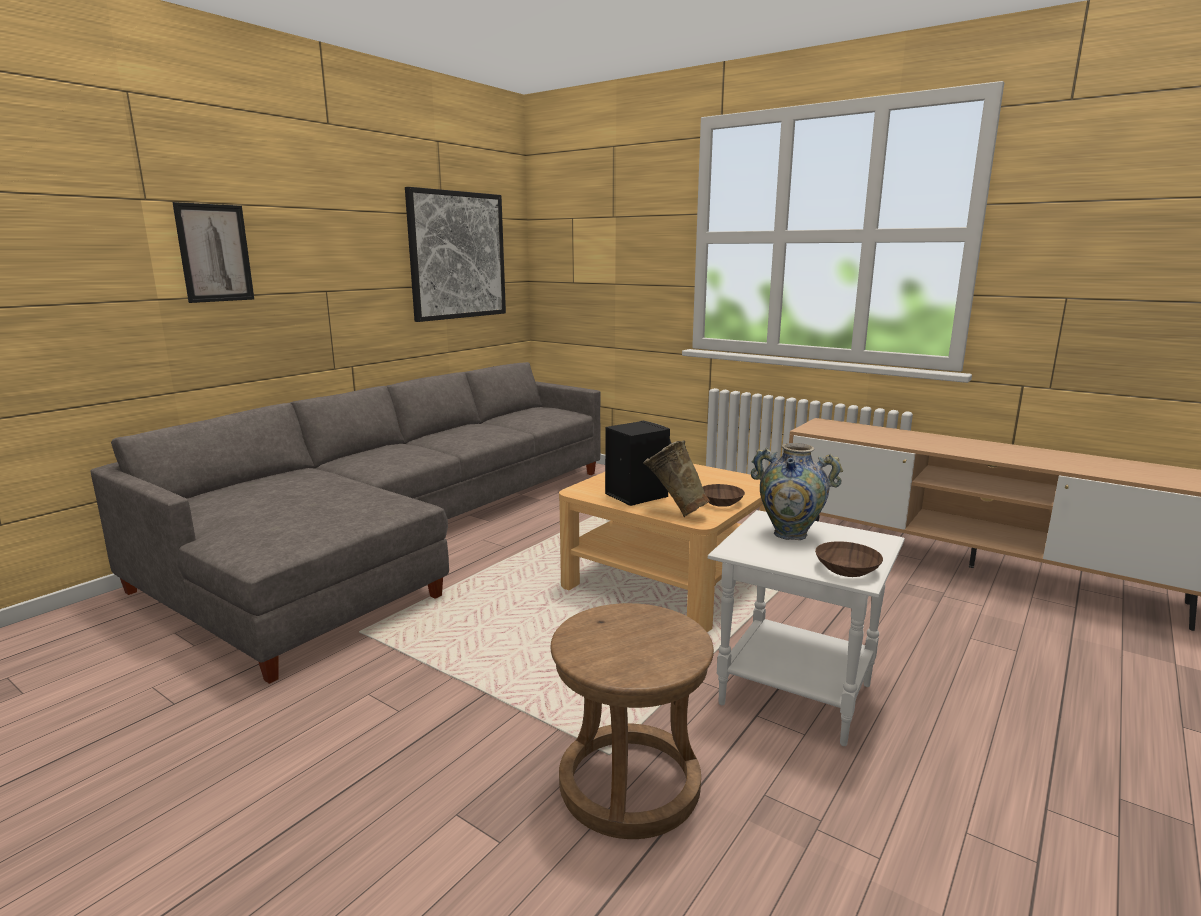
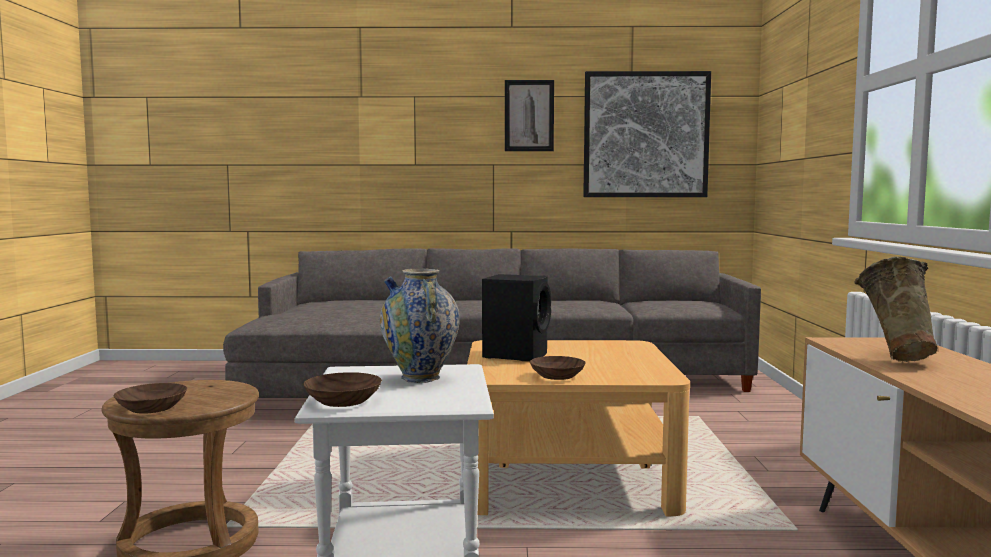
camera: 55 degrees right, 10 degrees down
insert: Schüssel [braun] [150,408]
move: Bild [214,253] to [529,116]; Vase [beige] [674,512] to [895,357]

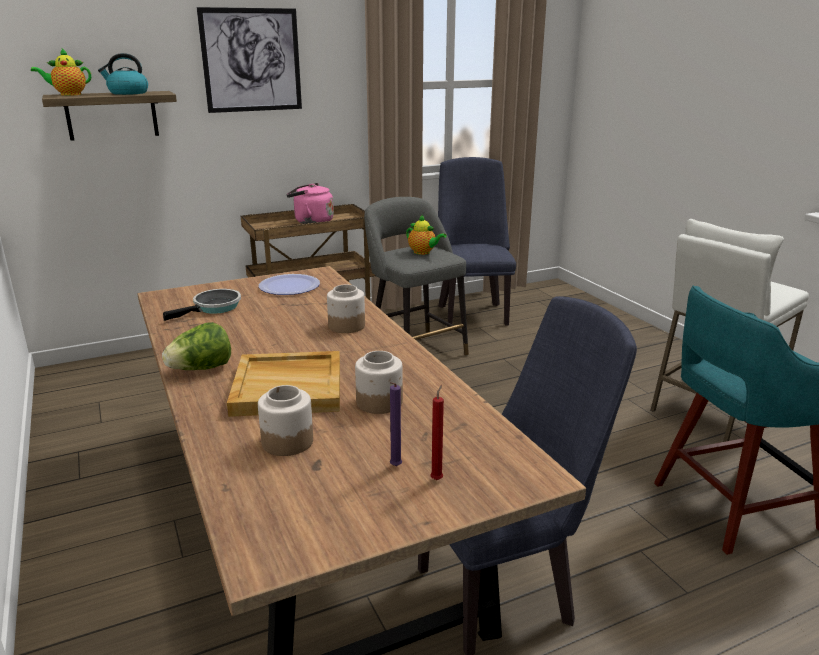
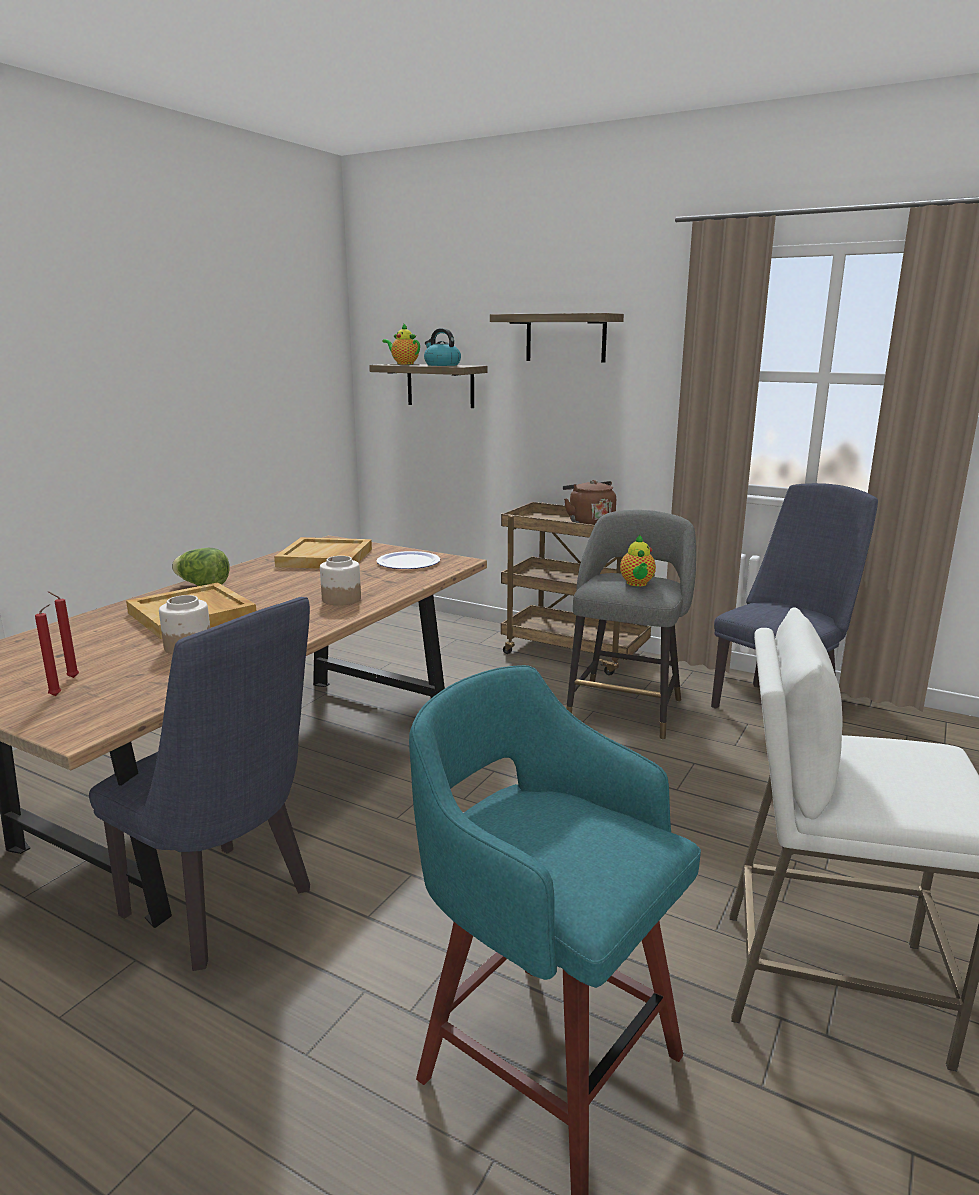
camera: 55 degrees right, 5 degrees down
delete: Vorratsglas [287,441]
replace: Pfanne [214,308] to Tablett [beige] [325,558]; Bild [251,60] to Wandregal [565,338]
recolor: Kerze [lila] [394,467] to Kerze [rot] [71,678]; Wasserkessel [rosa] [311,222] to Wasserkessel [braun] [589,523]

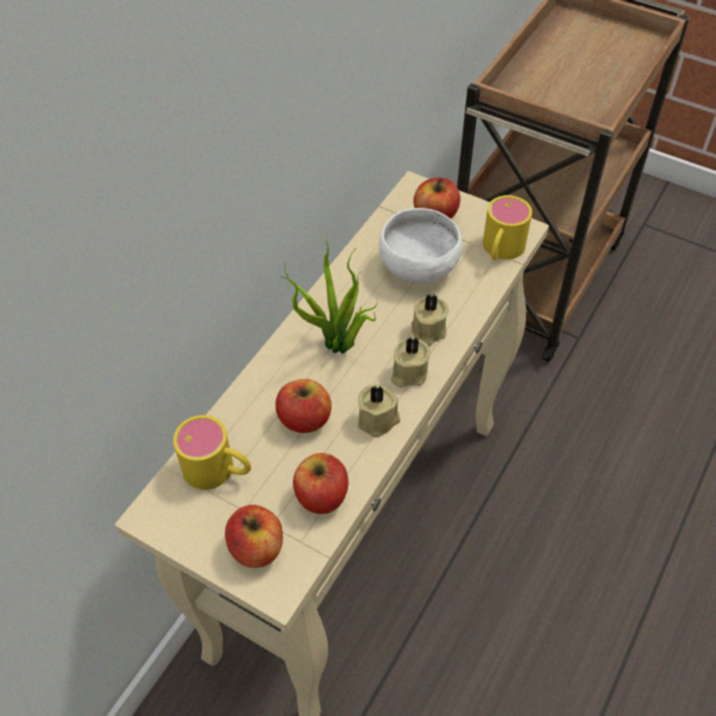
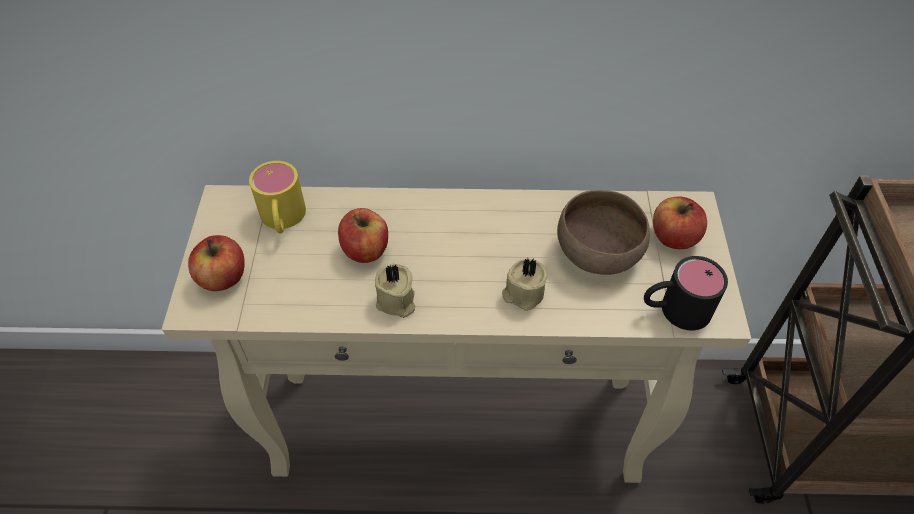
camera: 60 degrees right, 0 degrees up
delete: Topfpflanze [338,347]; Apfel [321,496]; Kerze [beige] [408,373]
recolor: Schüssel [weiß] [419,265] to Schüssel [braun] [599,252]; Henkelbecher [gelb] [500,251] to Henkelbecher [schwarz] [674,309]

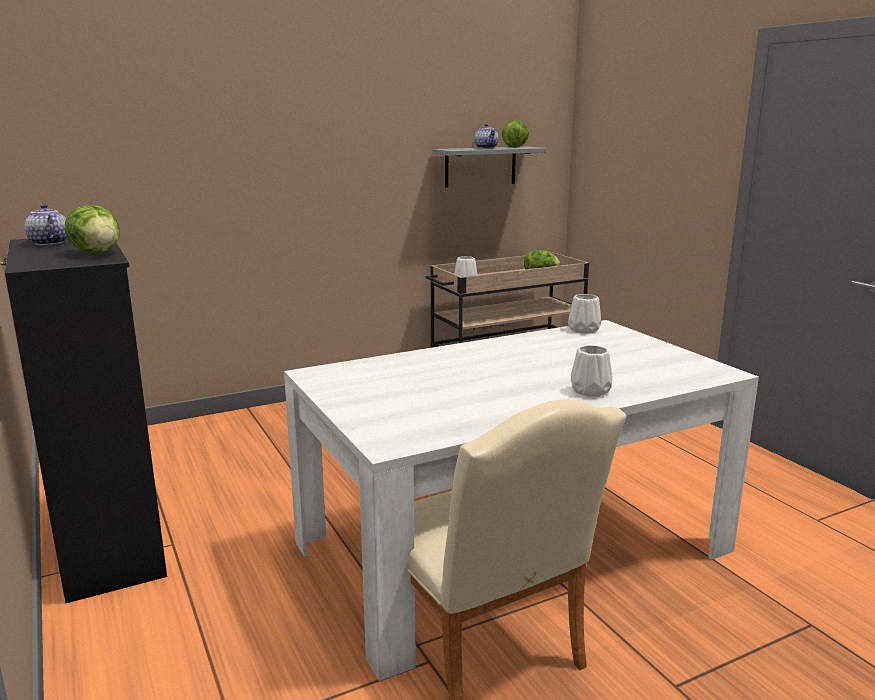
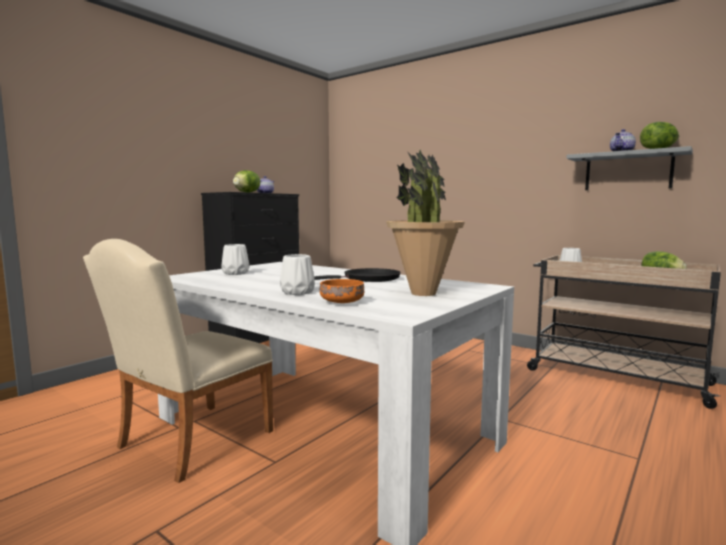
camera: 65 degrees right, 10 degrees down
insert: Pfanne [schwarz] [368,279]; Schüssel [orange] [343,302]; Topfpflanze [423,293]
move: Vase [weiß] [583,330] to [235,273]

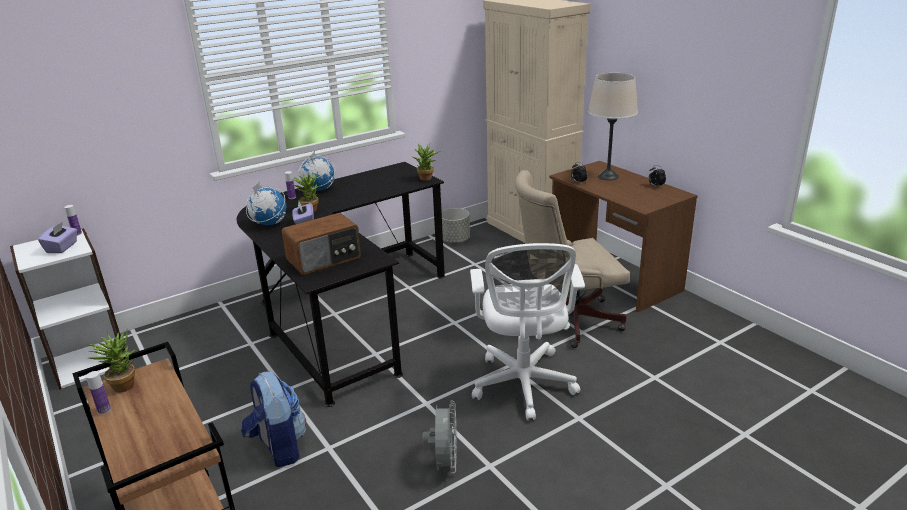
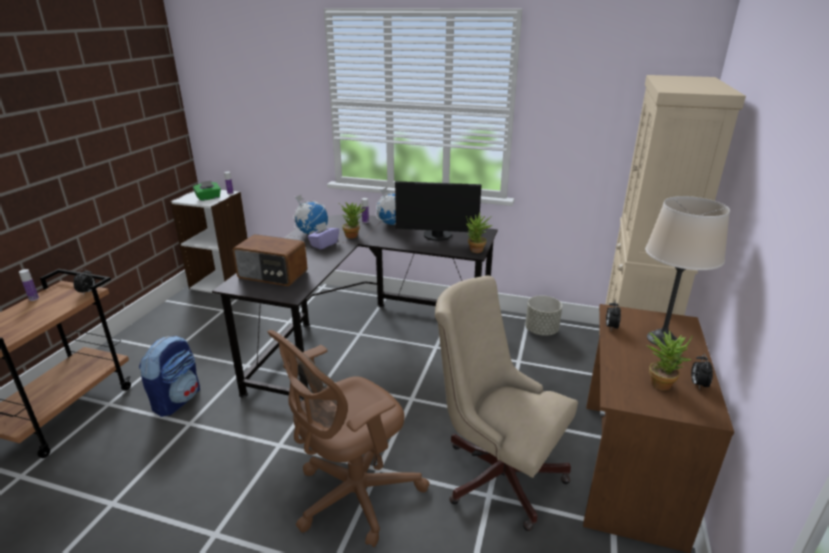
camera: 50 degrees right, 0 degrees up
delete: Ventilator [grau] [445,464]
insert: Wecker [87,292]; Monitor [437,236]
move: Topfpflanze [123,384] to [660,382]
recolor: Taschentuchbox [lila] [62,247] to Taschentuchbox [grün] [208,198]; Bürostuhl [weiß] [524,386] to Bürostuhl [braun] [352,497]

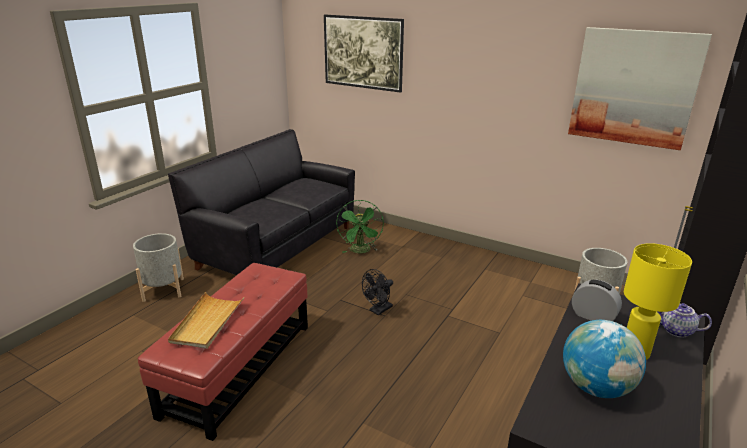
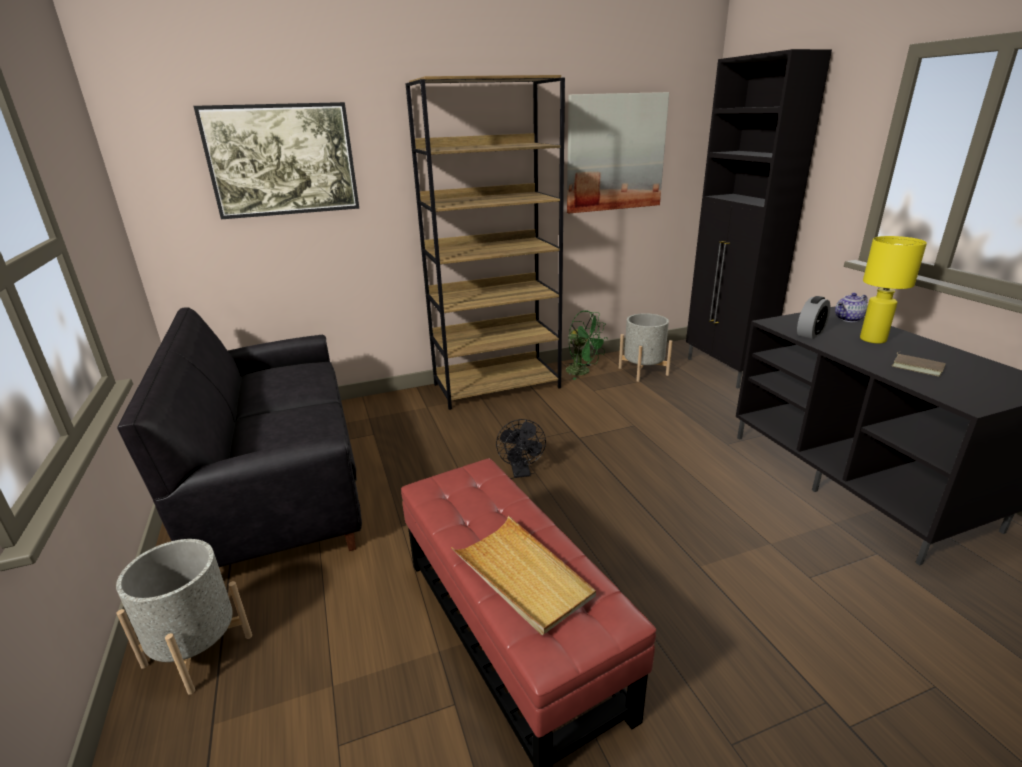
camera: 50 degrees left, 0 degrees up
insert: Bücherregal [braun] [497,386]
move: Ventilator [grün] [361,251] to [583,372]
replace: Globus [596,387] to Buch [braun] [918,367]
rotate: Wecker [593,316] = [810,333] 150 degrees clockwise

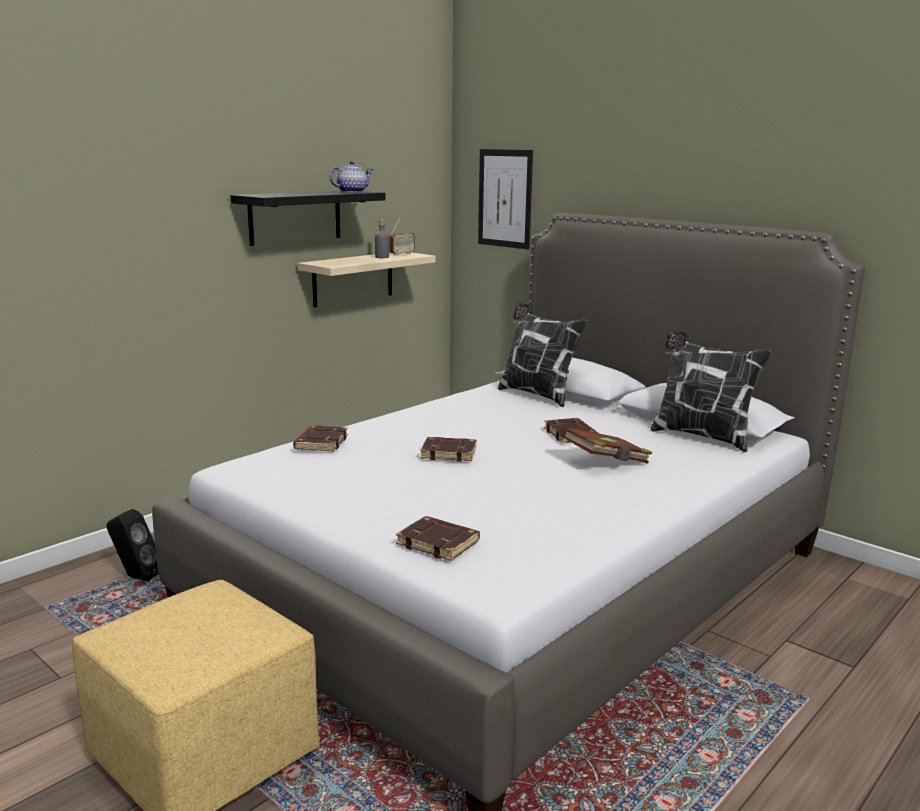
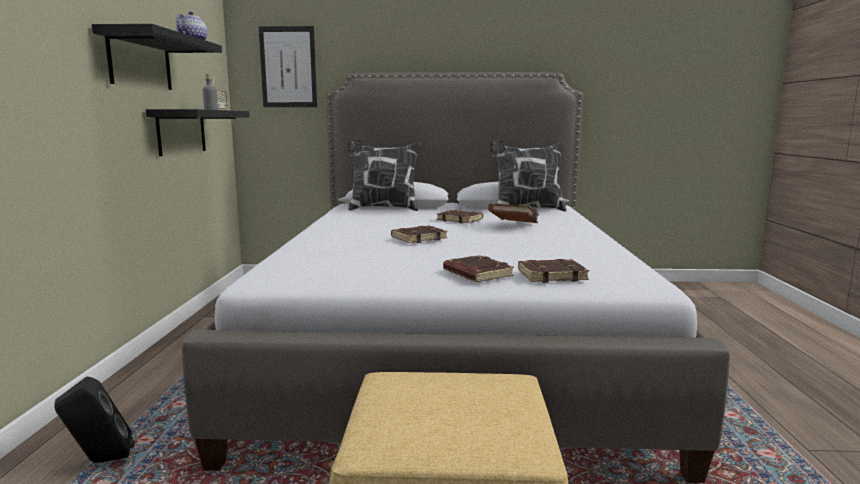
camera: 40 degrees left, 5 degrees down
move: Buch [braun] [320,443] to [476,274]
recolor: Wandregal [beige] [353,278] to Wandregal [schwarz] [181,132]

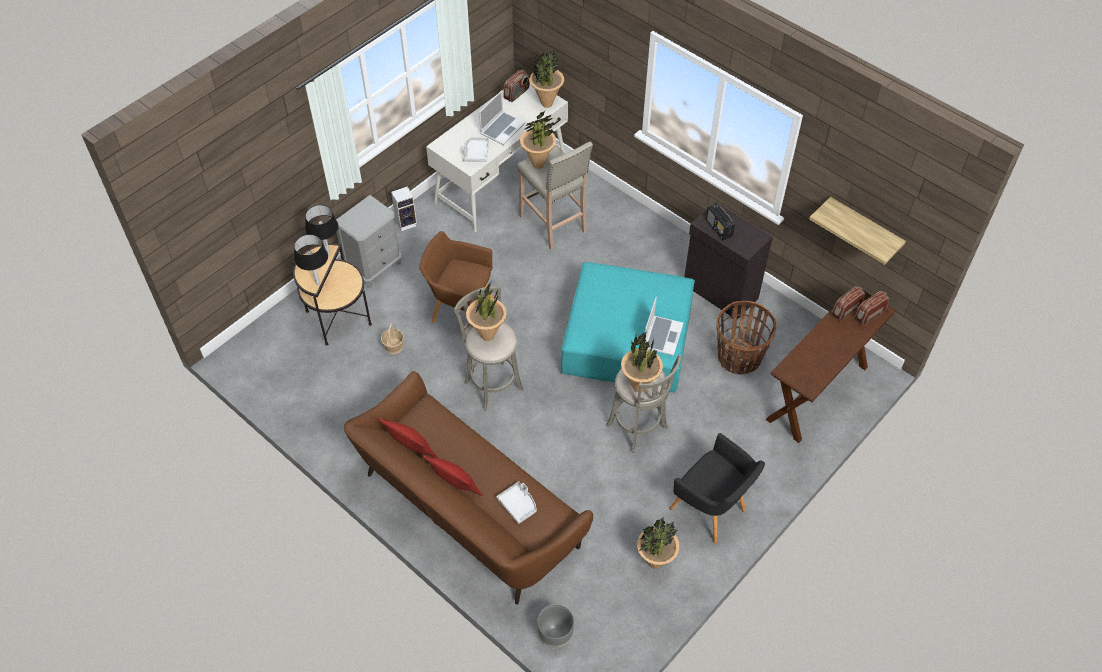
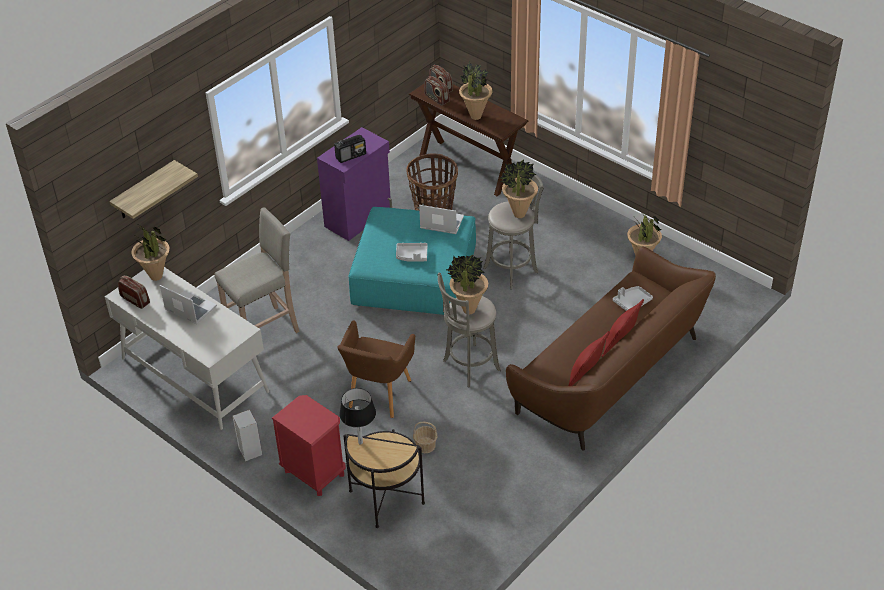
camera: 90 degrees left, 10 degrees down
delete: Tischlampe [schwarz] [317,283]; Pflanzkübel [grau] [555,635]; Sessel [schwarz] [710,512]
move: Wandregal [864,228] to [144,191]; Tablett [grau] [476,153] to [412,256]; Topfpflanze [538,164] to [475,116]
recolor: Nachttisch [grau] [374,266] to Nachttisch [rot] [313,473]; Schrank [schwarz] [720,292] to Schrank [lila] [359,218]

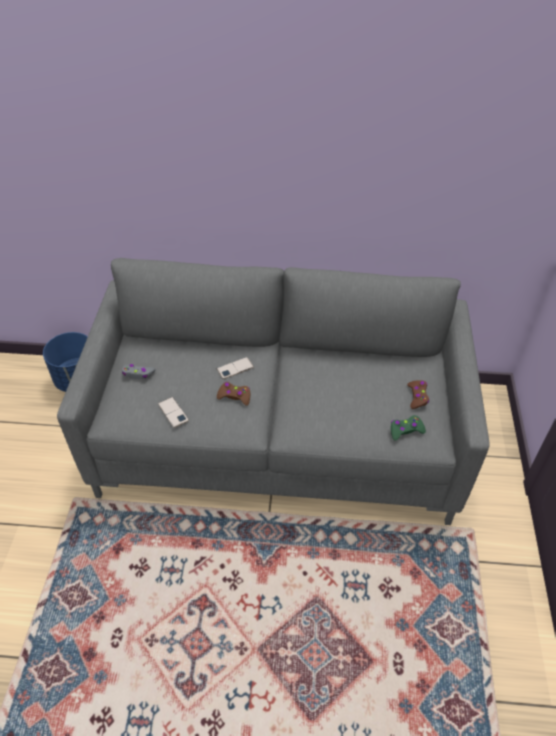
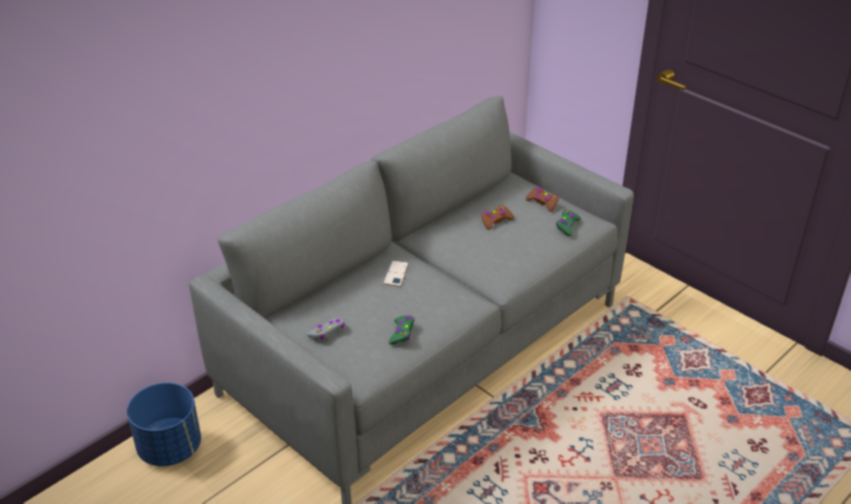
camera: 50 degrees left, 10 degrees down
move: Gamepad [braun] [234,396] to [496,221]
replace: Handy [173,412] to Gamepad [grün] [402,333]

